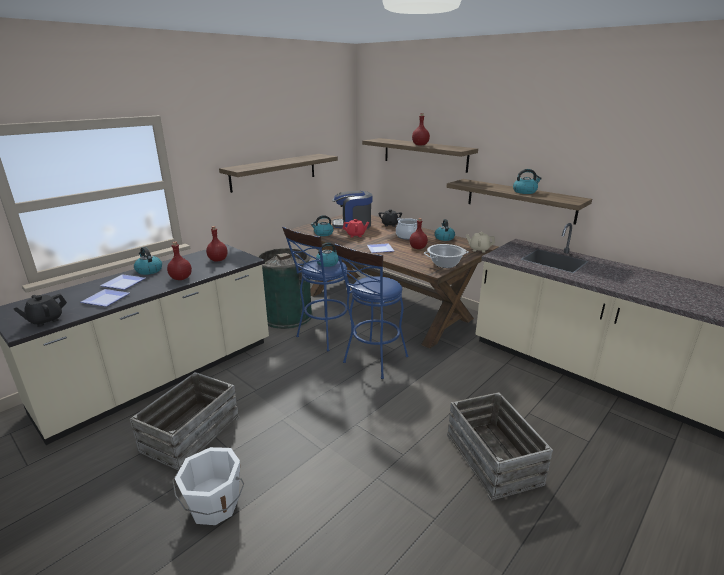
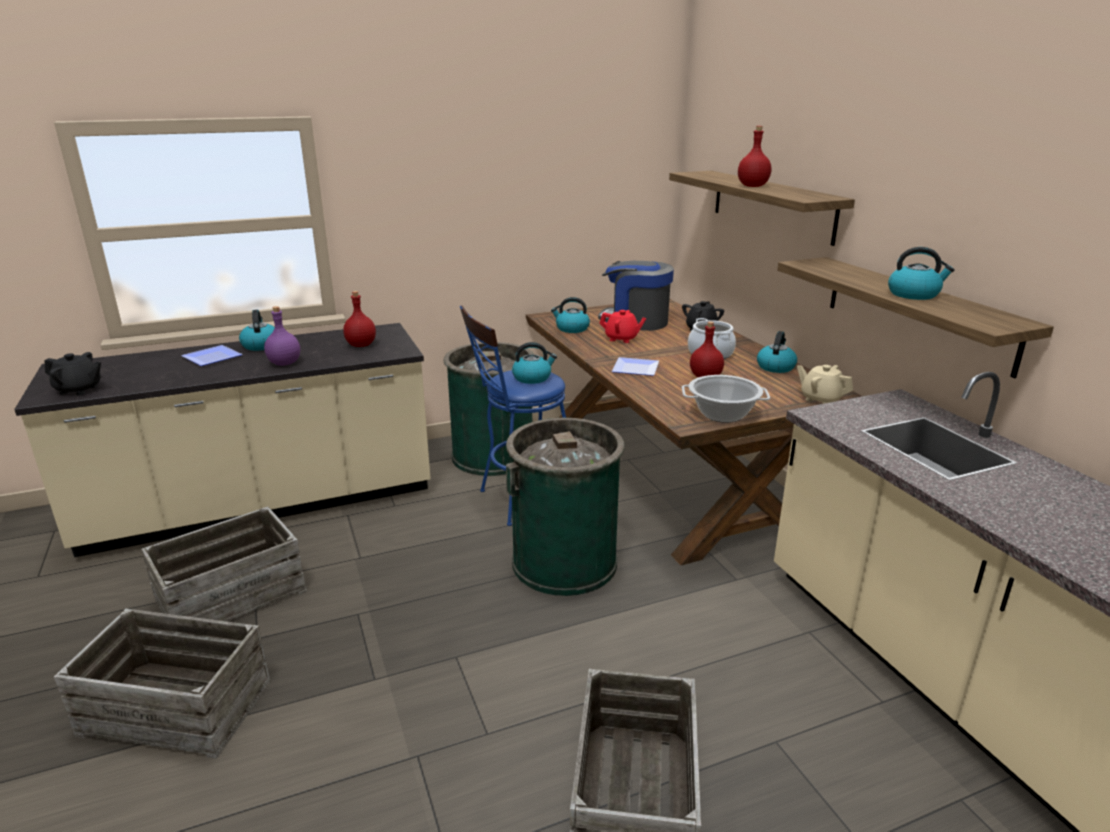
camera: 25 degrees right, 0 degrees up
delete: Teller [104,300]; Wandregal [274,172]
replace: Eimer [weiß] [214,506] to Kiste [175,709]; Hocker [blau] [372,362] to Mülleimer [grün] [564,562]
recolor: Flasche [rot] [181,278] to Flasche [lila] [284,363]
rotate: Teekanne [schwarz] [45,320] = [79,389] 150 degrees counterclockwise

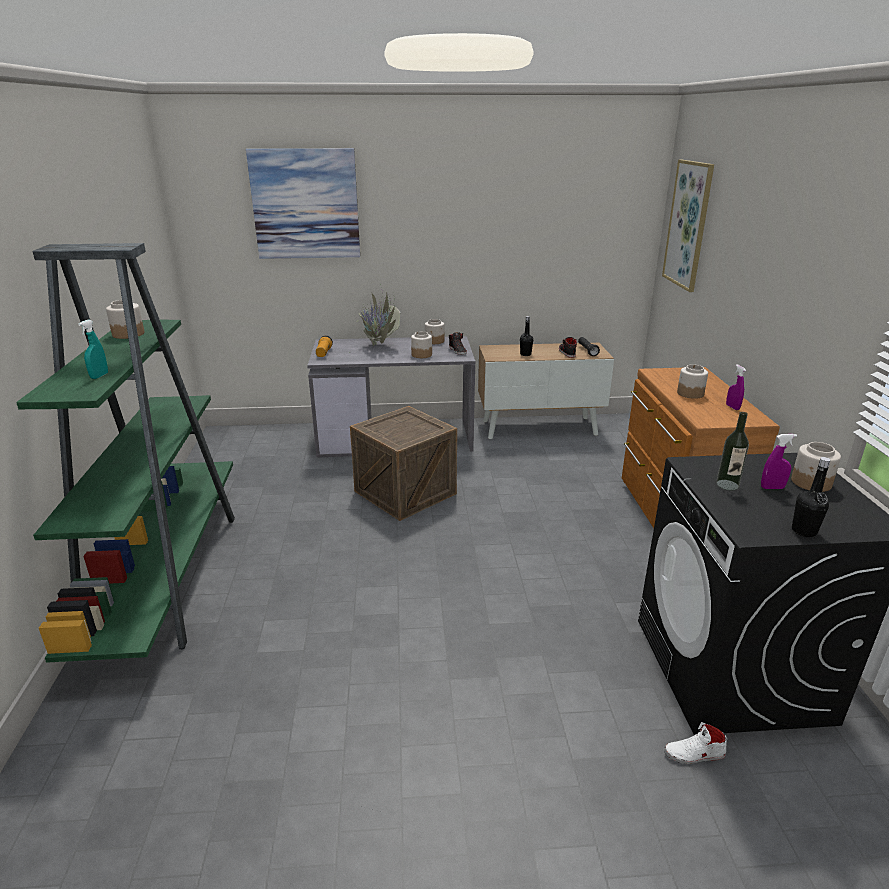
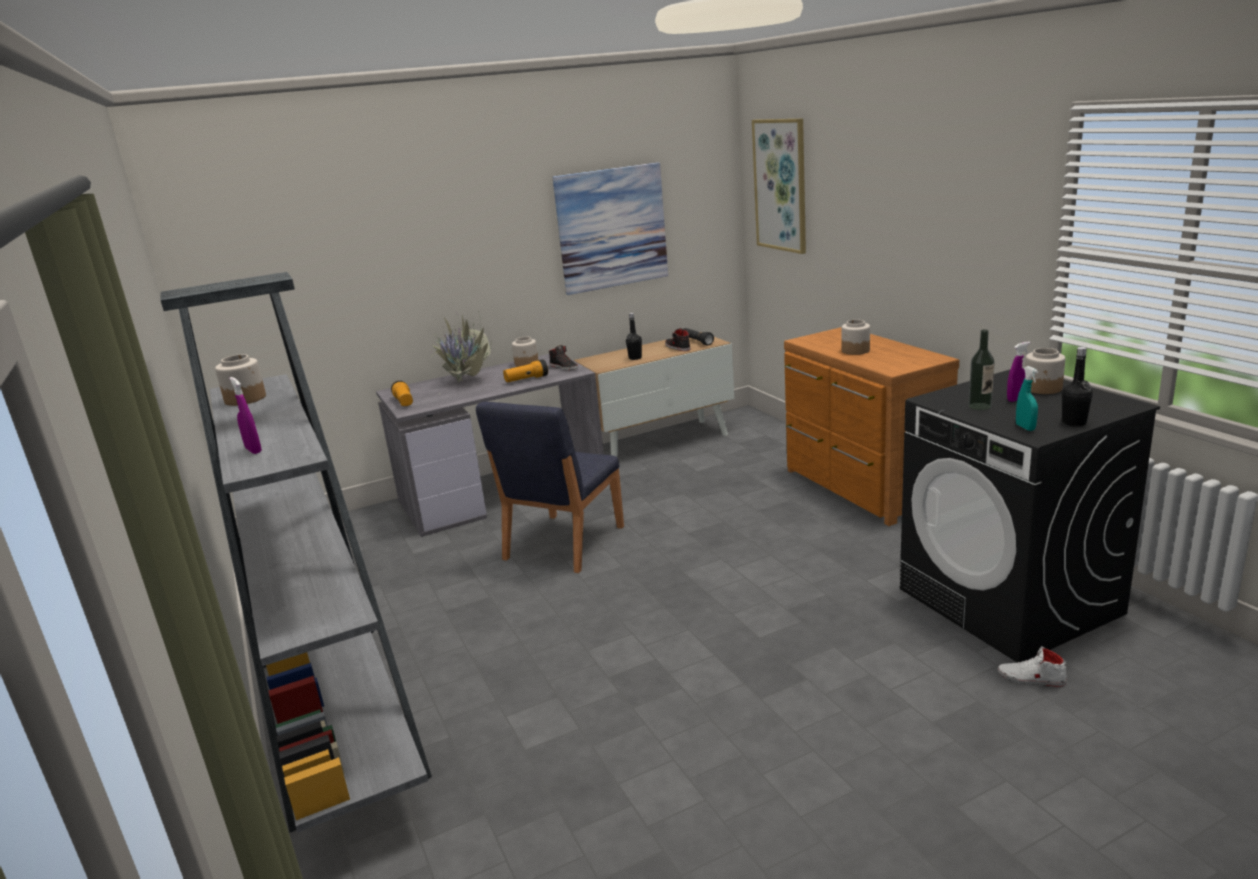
camera: 20 degrees left, 5 degrees down
move: Sprühflasche [lila] [732,407] to [253,450]; Bild [305,204] to [611,228]; Sprühflasche [türkis] [99,376] to [1025,427]
replace: Kiste [405,492] to Stuhl [blau] [563,543]; Vorratsglas [421,355] to Taschenlampe [526,379]
recolor: Bücherregal [grün] [167,574] to Bücherregal [grau] [335,711]
rotate: Schuh [weiß] [694,754] = [1031,678] 45 degrees clockwise

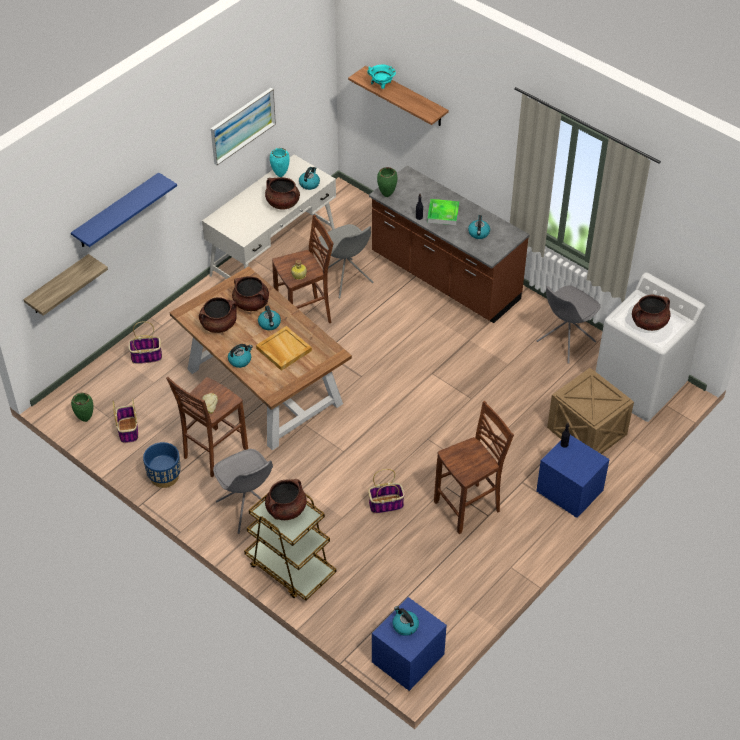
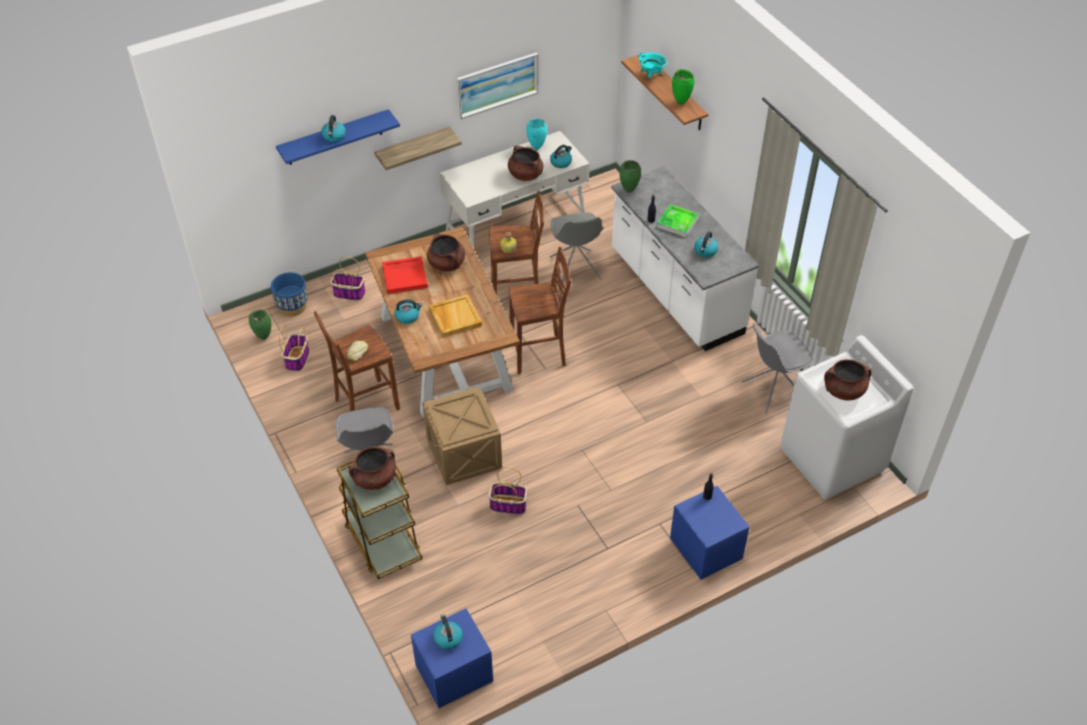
camera: 20 degrees right, 0 degrees up
insert: Vase [grün] [681,102]
move: Pflanzkübel [blau] [164,476] to [292,306]; Wasserkessel [269,324] to [334,136]; Wandregal [58,285] to [413,149]; Kiste [586,431] to [463,452]; Hocker [braun] [469,507] to [539,354]
replace: Kochtopf [braun] [219,325] to Tablett [rot] [405,276]
recolor: Küchenzeile [braun] [444,278] to Küchenzeile [weiß] [675,293]

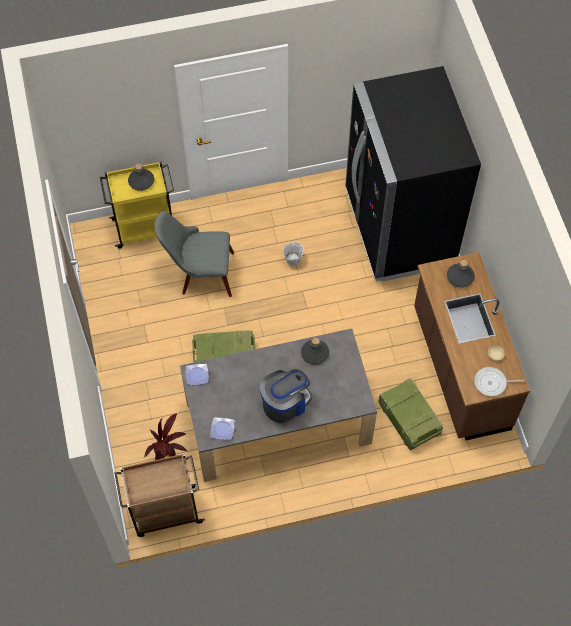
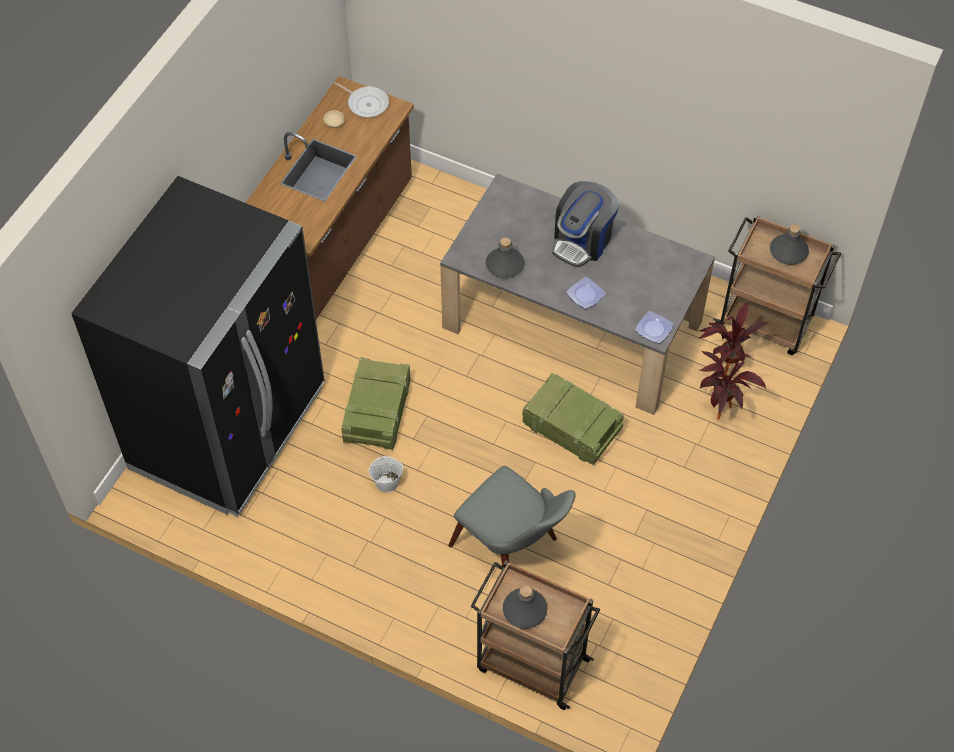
camera: 140 degrees left, 5 degrees down
insert: Topfpflanze [720,415]
move: Kiste [409,420] to [377,411]; Teller [223,429] to [584,295]; Flasche [grau] [460,276] to [788,252]
recolor: Rollwagen [gelb] [145,227] to Rollwagen [braun] [531,664]
rotate: Kaffeemaschine [285,403] = [582,240] 60 degrees counterclockwise

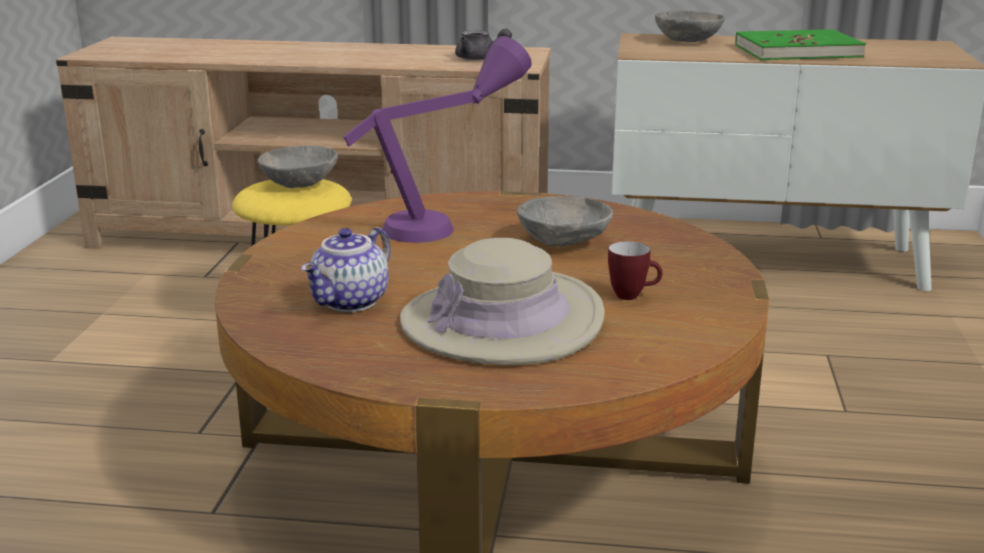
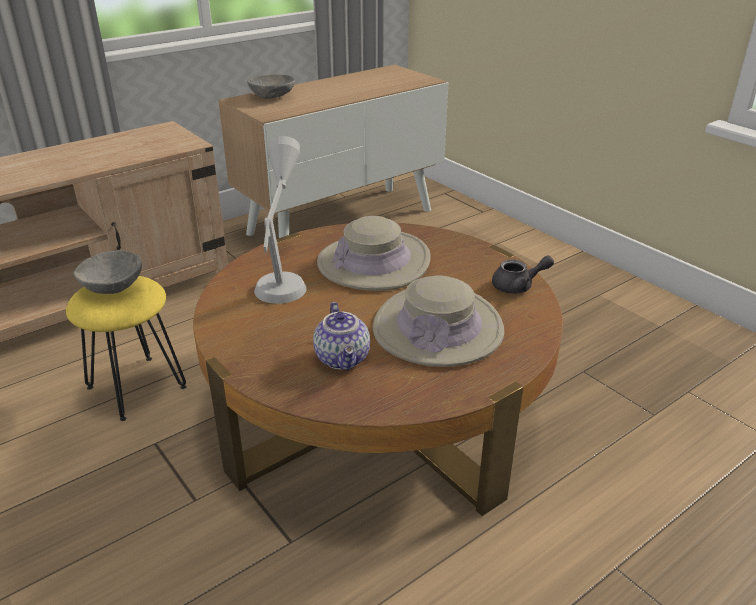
camera: 45 degrees left, 10 degrees up
delete: Henkelbecher [633,296]; Buch [grün] [797,51]
move: Teekanne [grau] [480,59] to [518,286]
replace: Schüssel [grau] [565,243] to Hut [beige] [374,262]
recolor: Tischlampe [lila] [446,221] to Tischlampe [grau] [284,275]

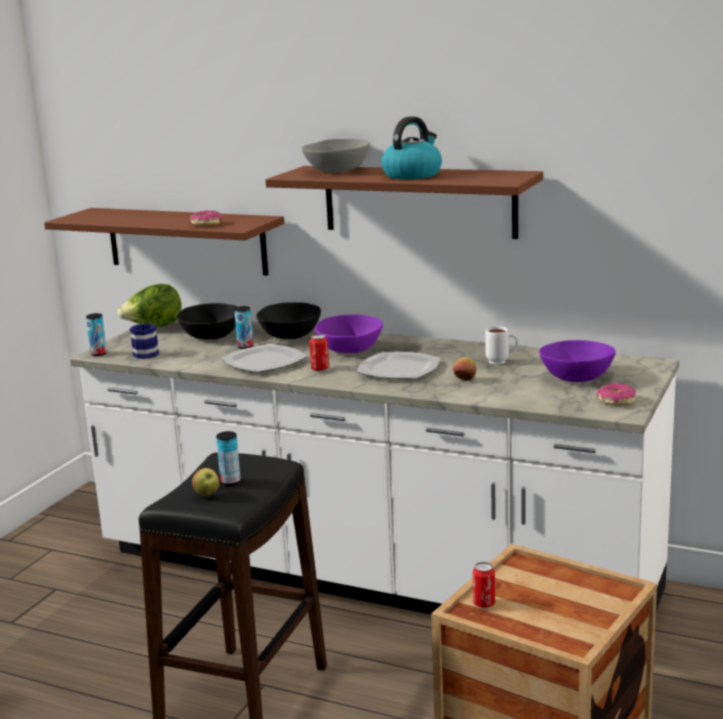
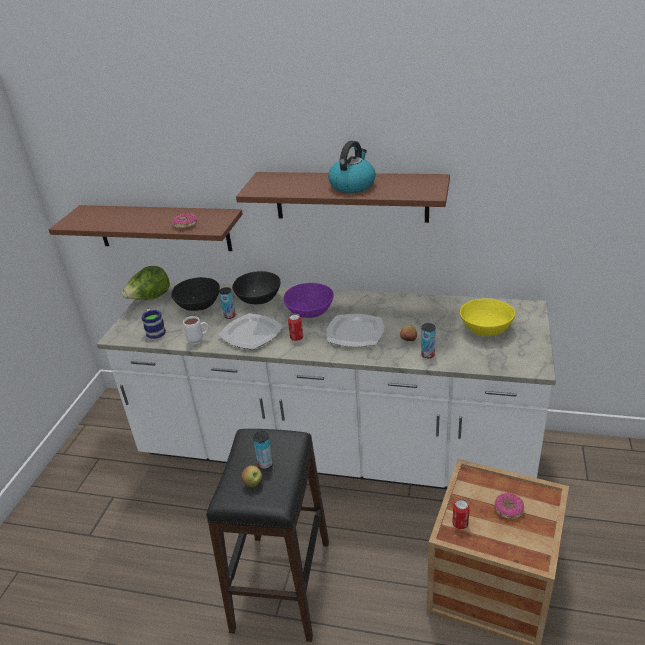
camera: 10 degrees left, 15 degrees up
delete: Schüssel [grau] [337,171]
move: Henkelbecher [weiß] [502,362] to [199,340]; Dose [99,354] to [427,355]; Donut [616,401] to [508,509]
recolor: Schüssel [lila] [576,377] to Schüssel [gelb] [485,329]

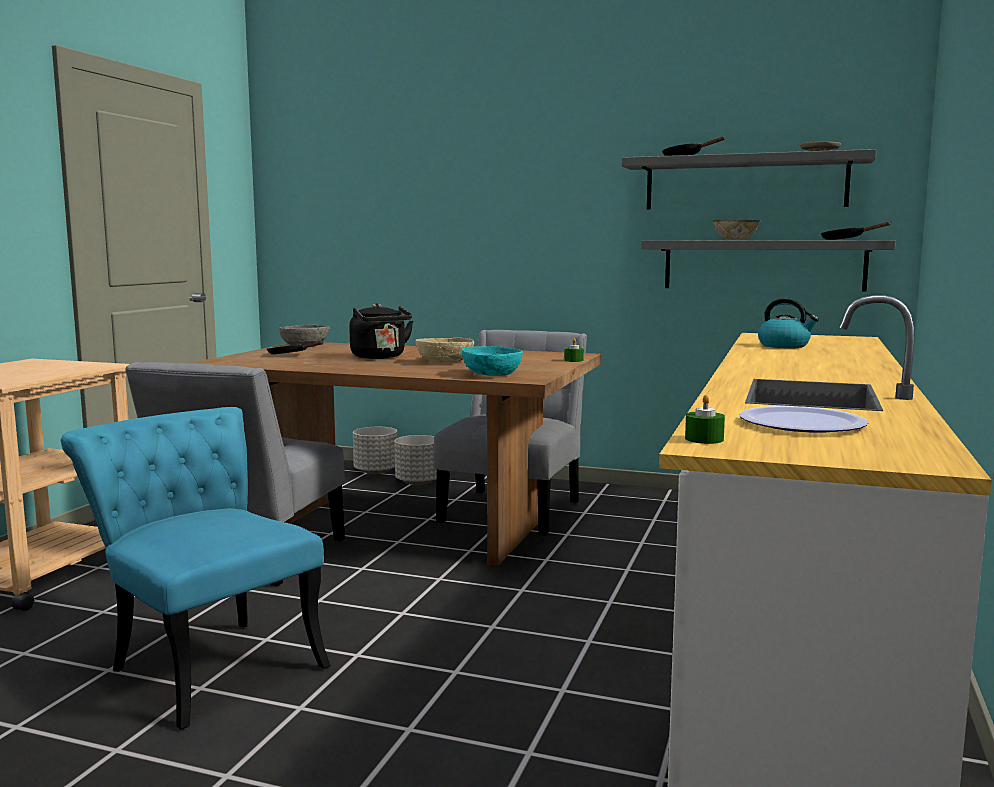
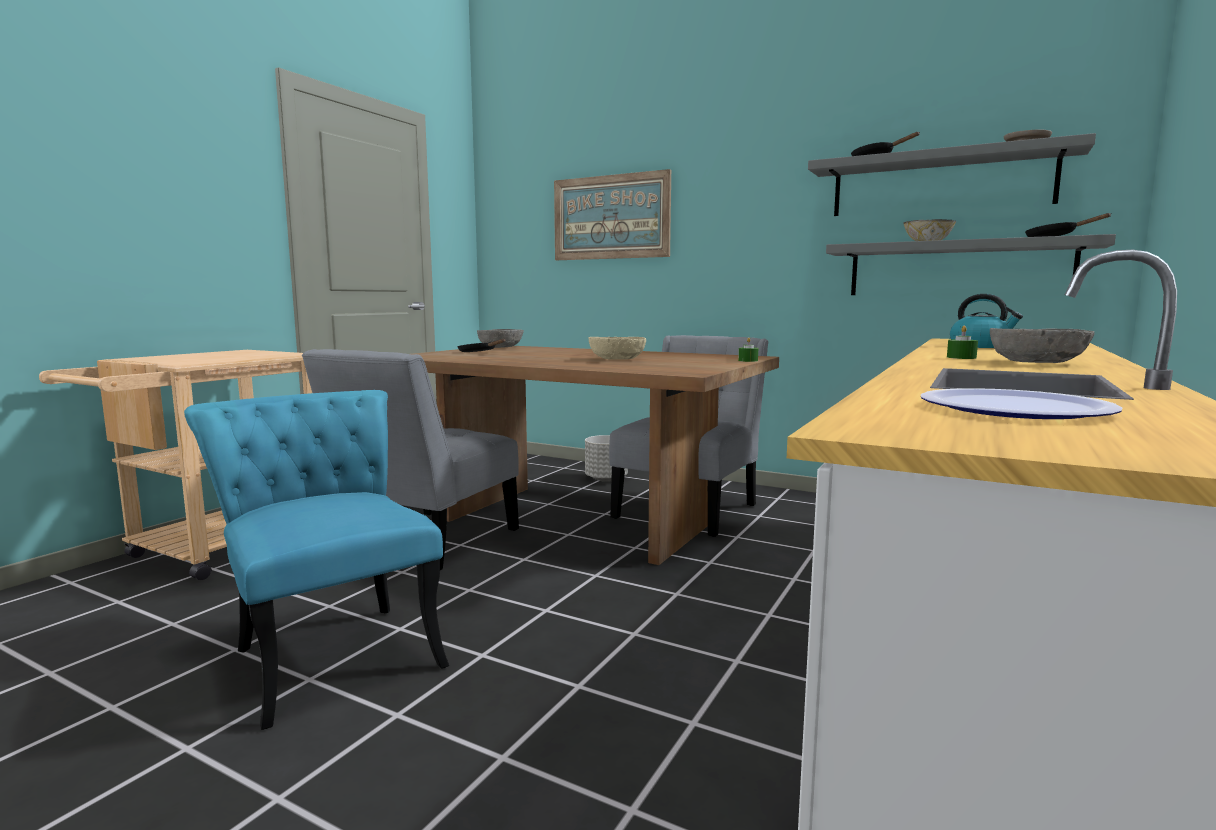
camera: 10 degrees right, 0 degrees up
delete: Wasserkessel [schwarz] [380,357]; Pflanzkübel [grau] [376,471]; Schüssel [türkis] [492,374]
insert: Bild [610,217]; Schüssel [grau] [1037,363]
move: Kerze [grün] [704,439] to [961,357]

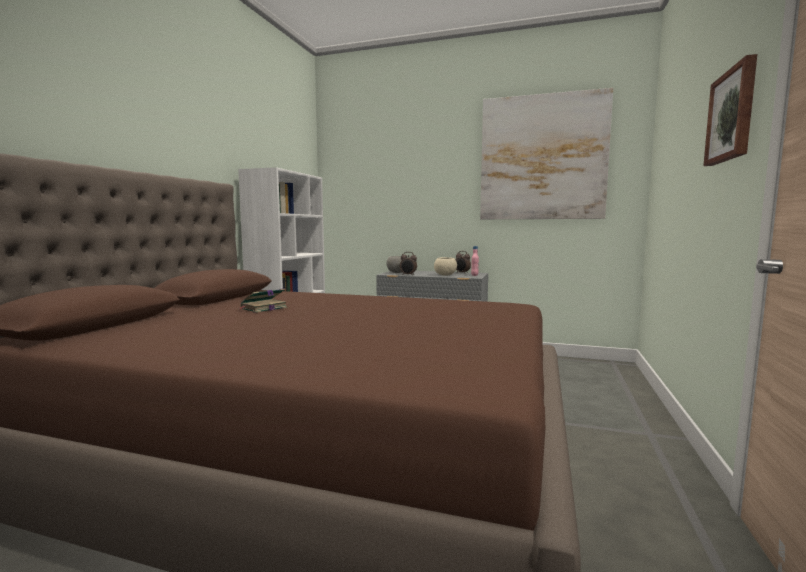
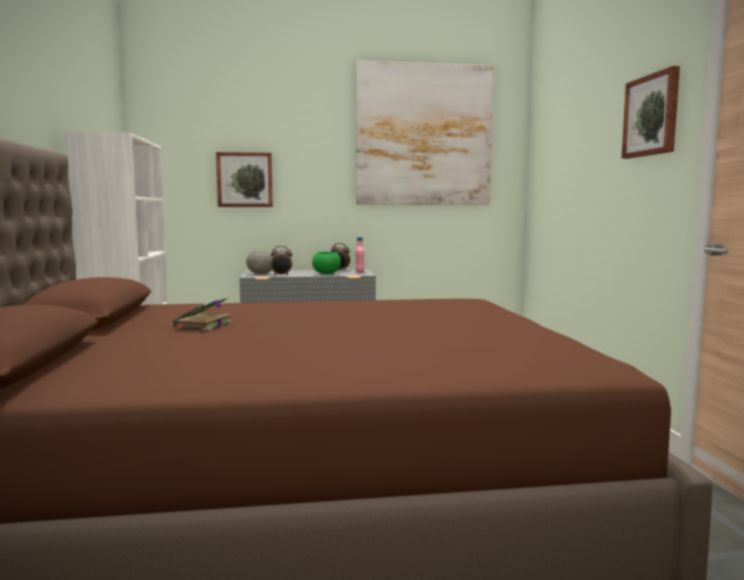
camera: 25 degrees left, 0 degrees up
insert: Bild [245,180]
recolor: Schüssel [beige] [445,275] to Schüssel [grün] [326,273]

